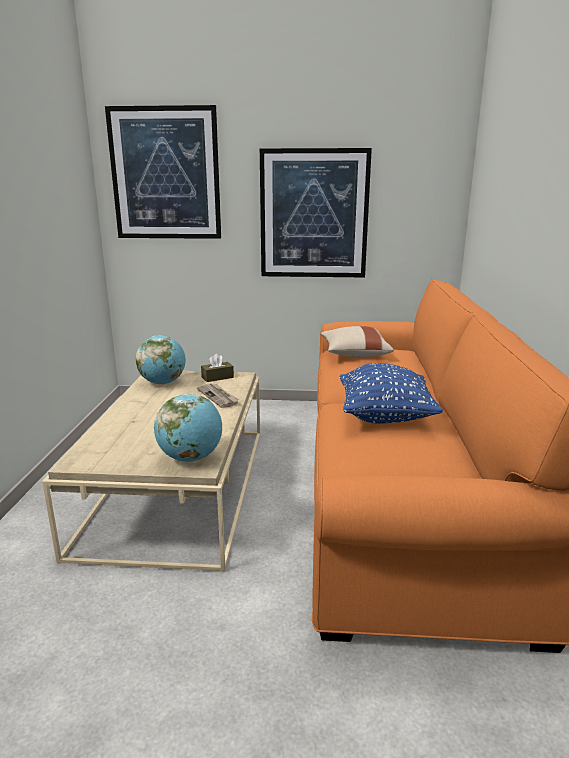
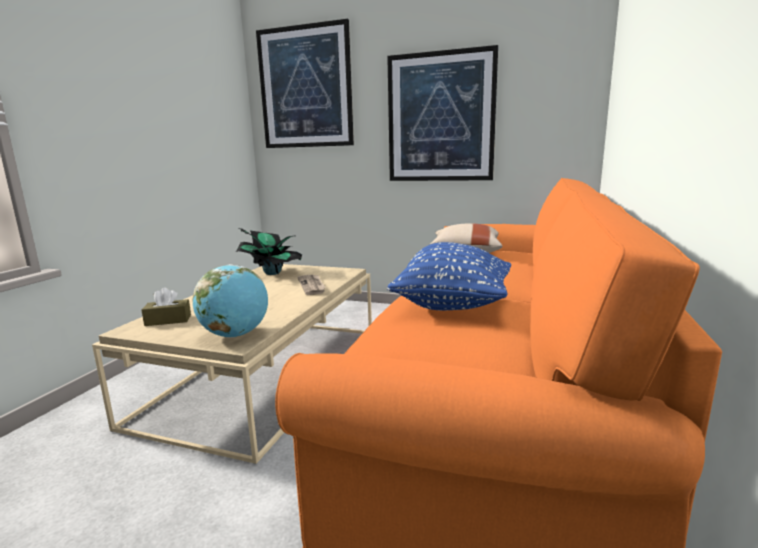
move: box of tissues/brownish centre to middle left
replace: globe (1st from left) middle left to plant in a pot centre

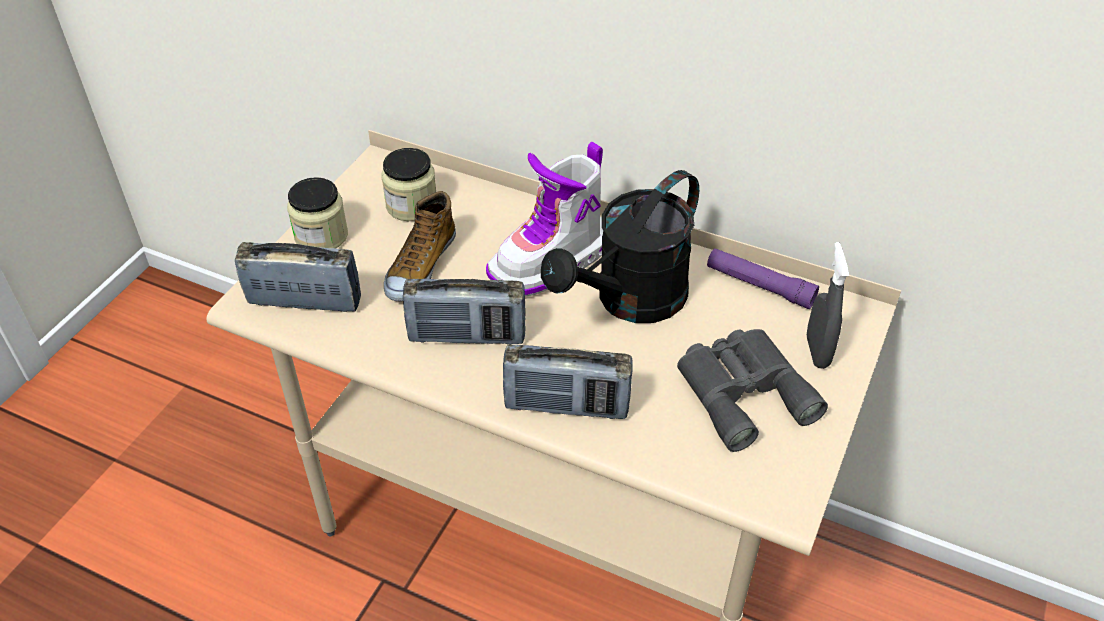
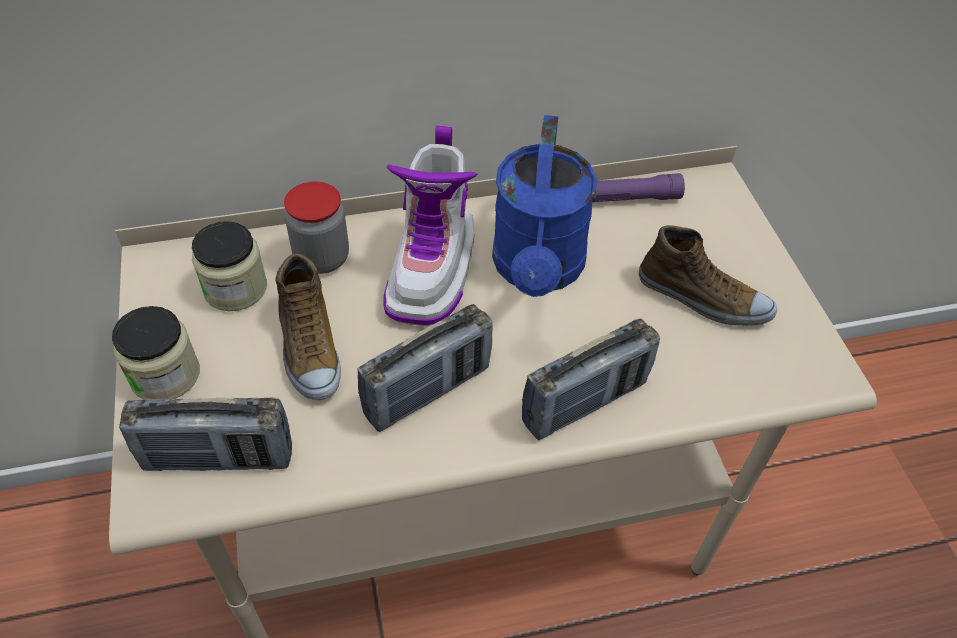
delete: sprayer/greyish middle right
insert: storage jar (3rd from left) middle left
replace: pair of binoculars/greyish middle right to shoe (2nd from left) middle right
recolor: sprinkling can/black centre to sprinkling can/bluish top centre
rotate: radio (1st from left) middle left = bottom left 150 degrees counterclockwise

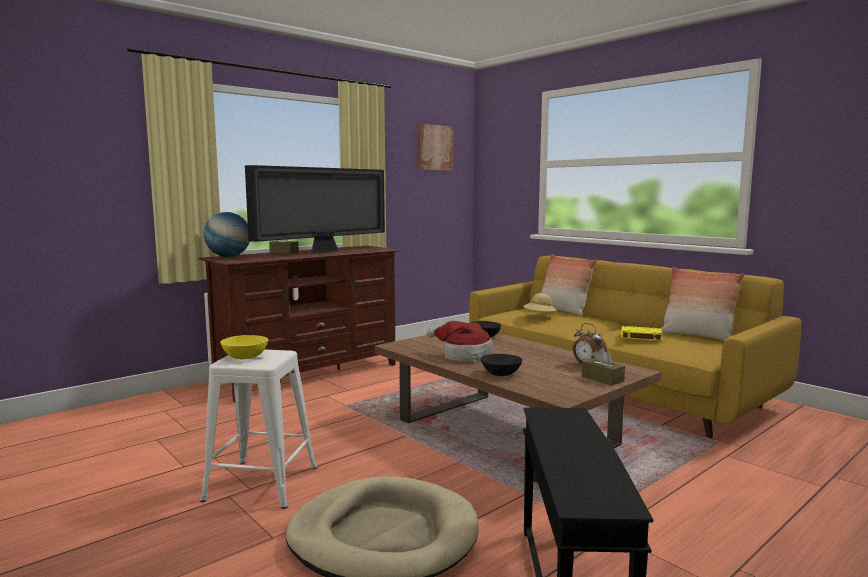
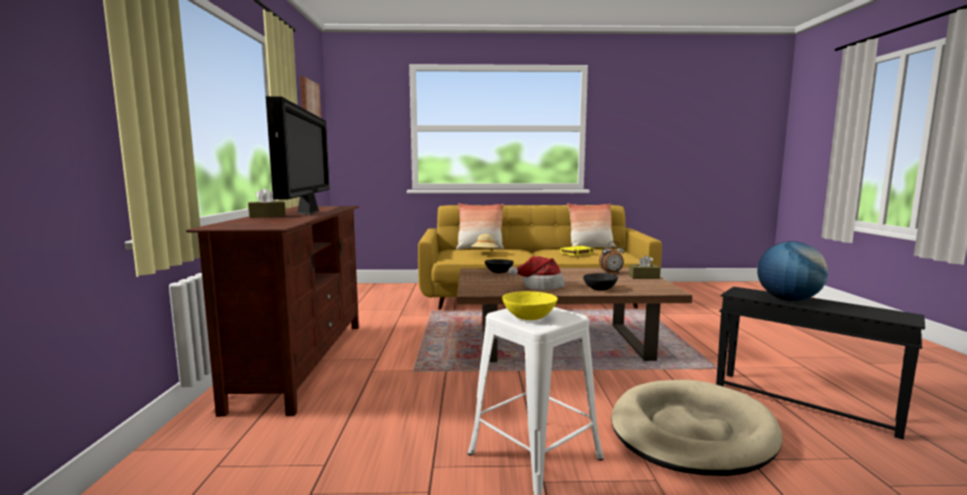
move: globe middle left to middle right

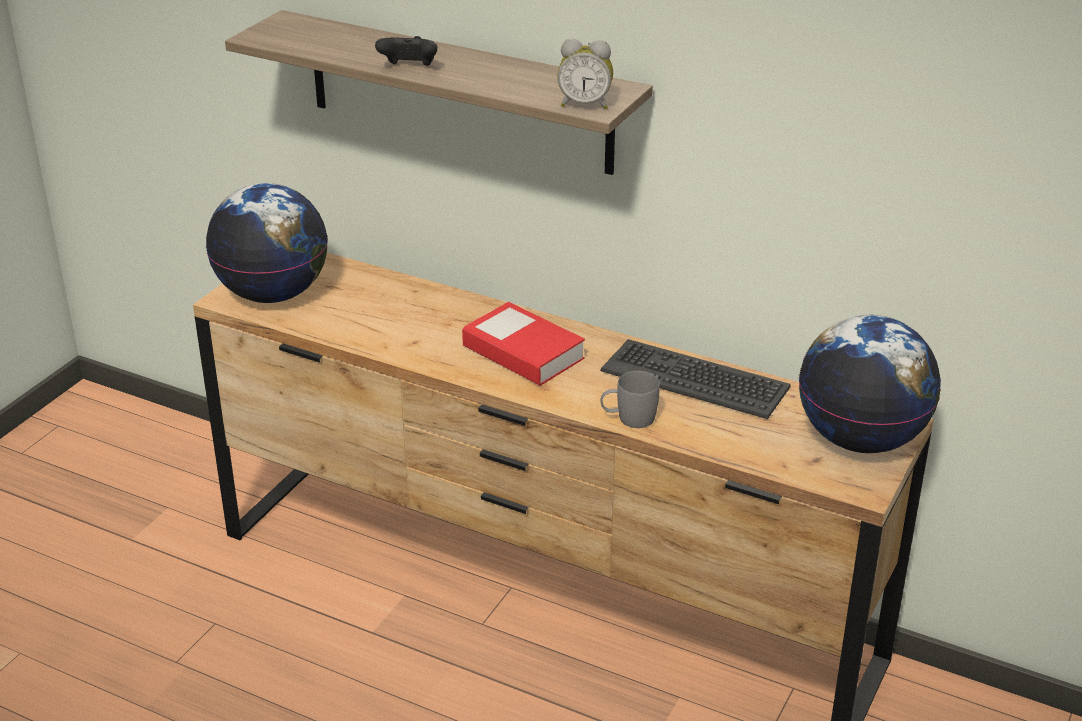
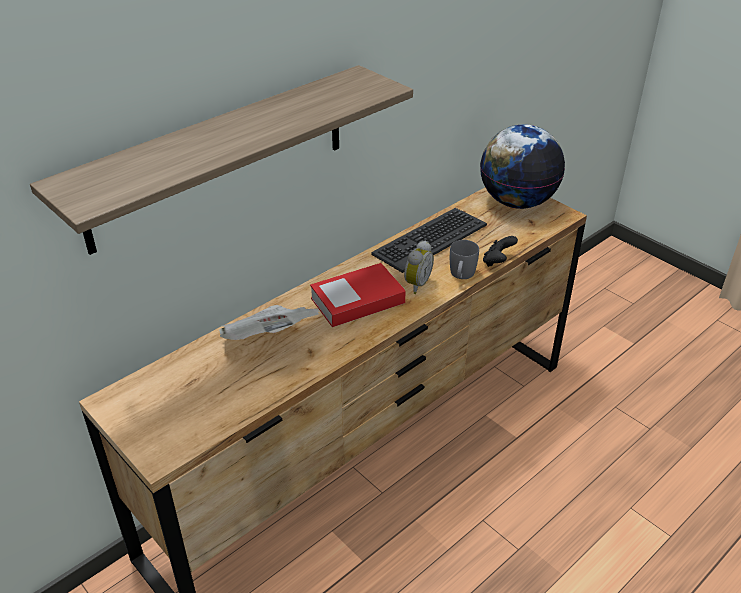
delete: globe (1st from left) middle left
insert: daily paper centre
move: gamepad/black top centre to middle right; alarm clock top centre to centre

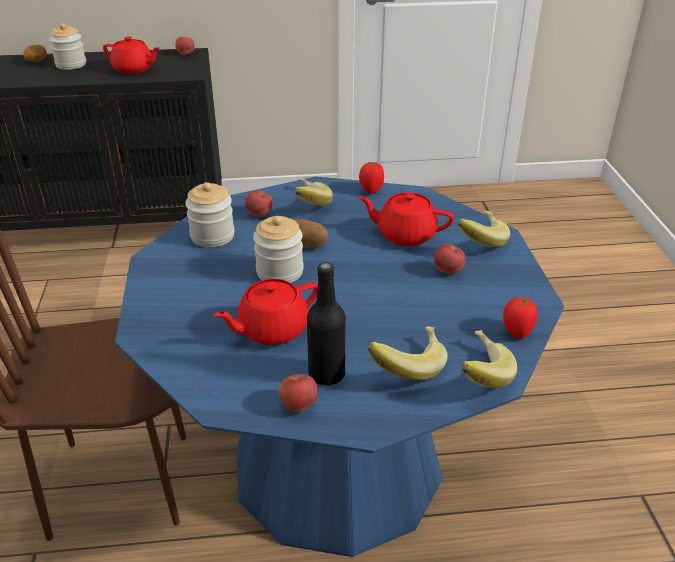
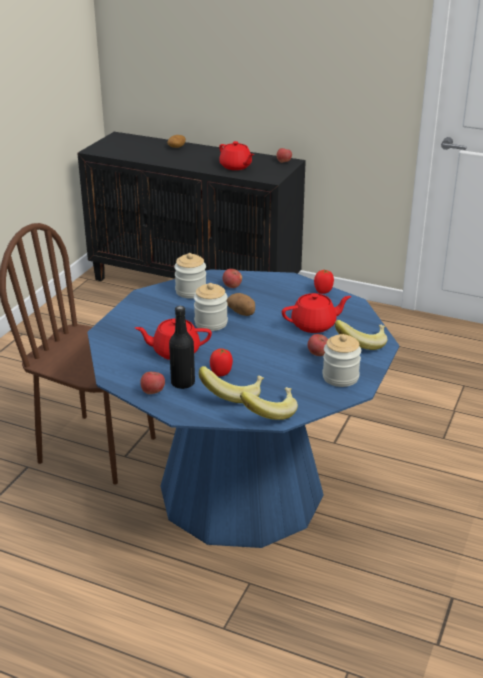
delete: banana fruit (1st from left) centre
move: storage jar (1st from left in the first image) top left to storage jar (3rd from left) middle right; fresh tomato (2nd from left in the first image) middle right to fresh tomato (1st from left) centre
rotate: teapot/reddish (3rd from left) centre = centre 120 degrees clockwise

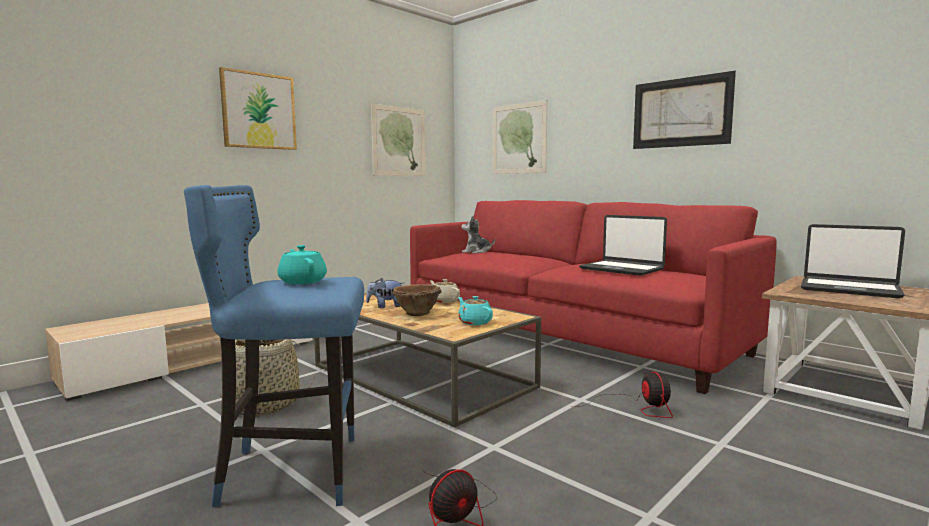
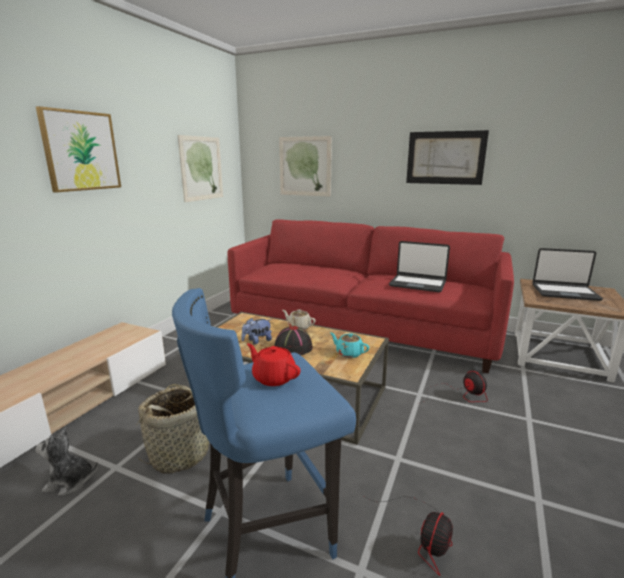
move: cuddly toy (2nd from left in the first image) centre to cuddly toy (1st from left) bottom left
replace: deep dish/brownish centre to hat/black centre
recolor: teapot/turquoise (1st from left) middle left to teapot/reddish centre

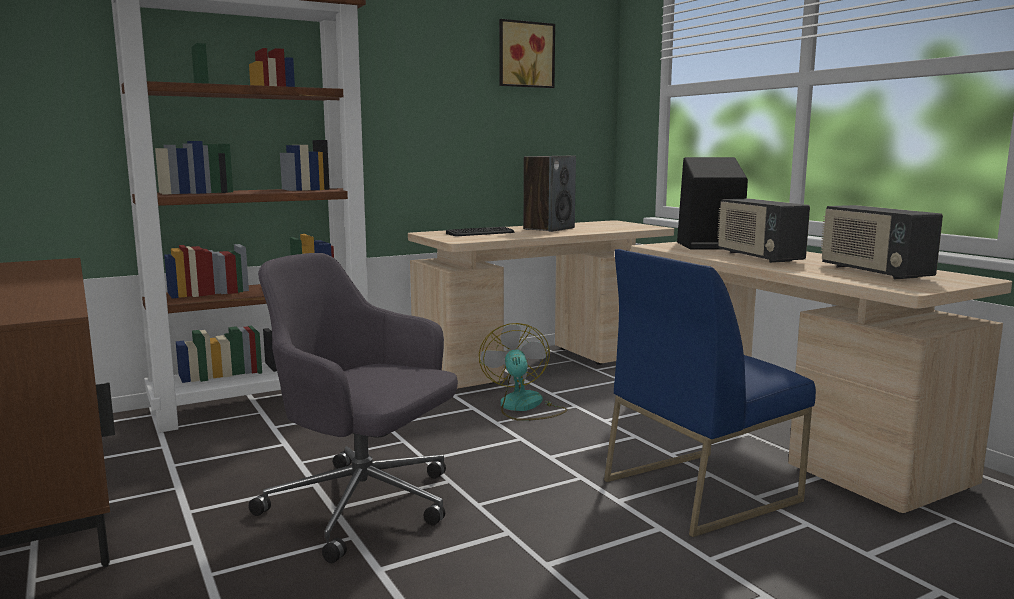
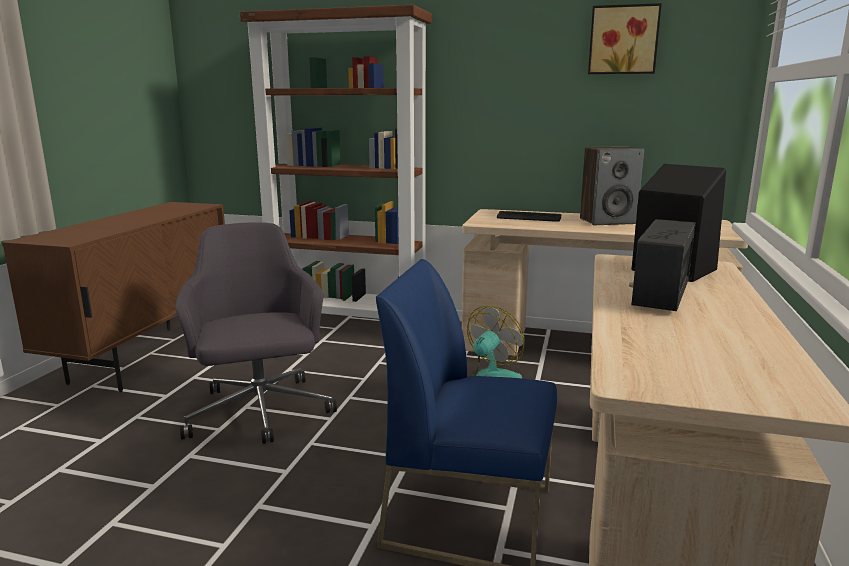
delete: radio (2nd from left) middle right

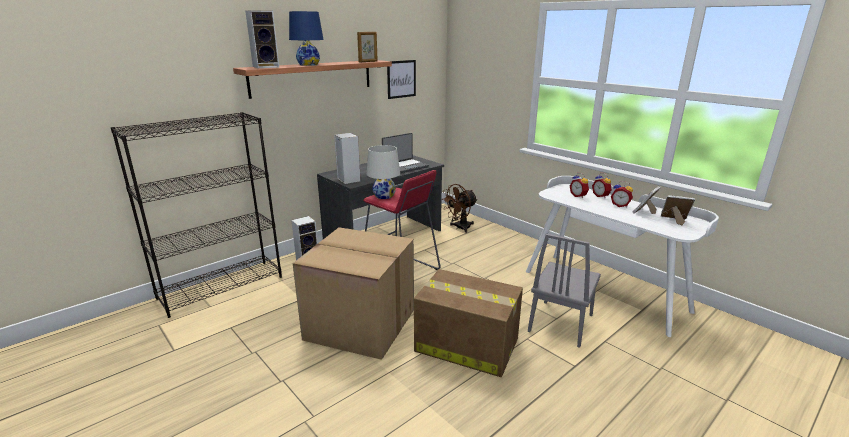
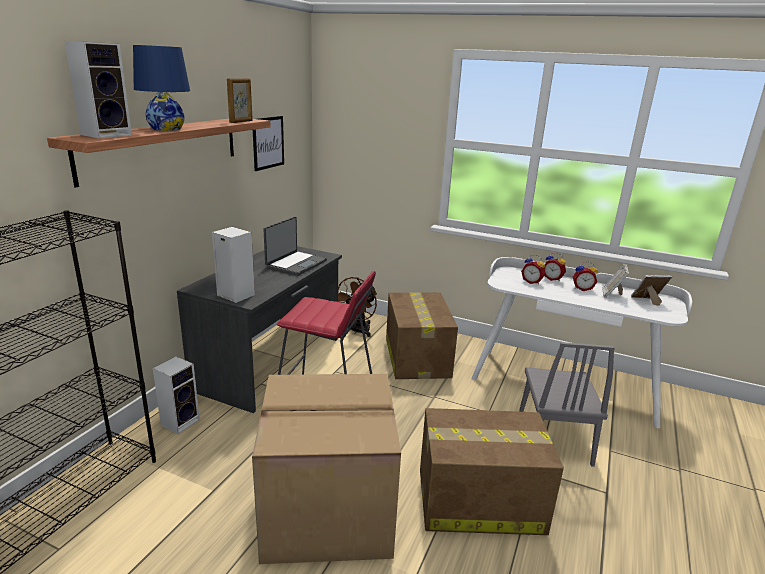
delete: lamp for a table/whitish centre
insert: cardboard box (2nd from left) centre

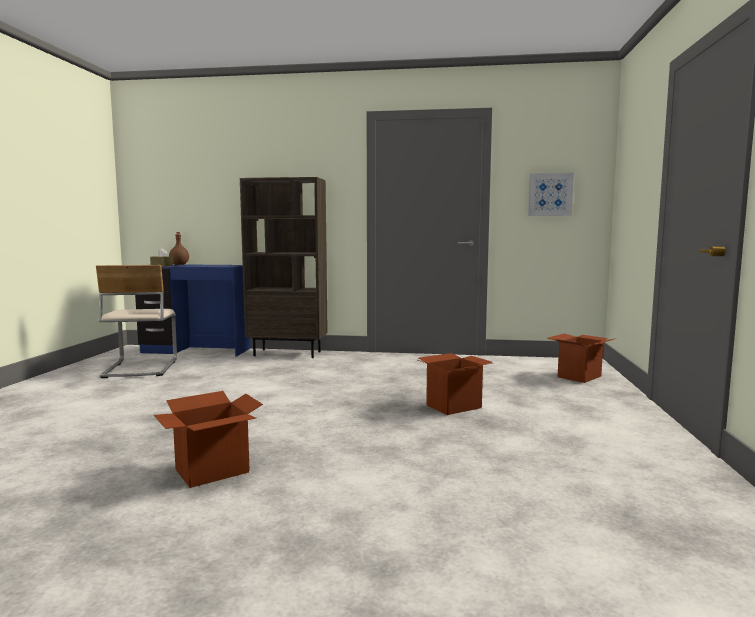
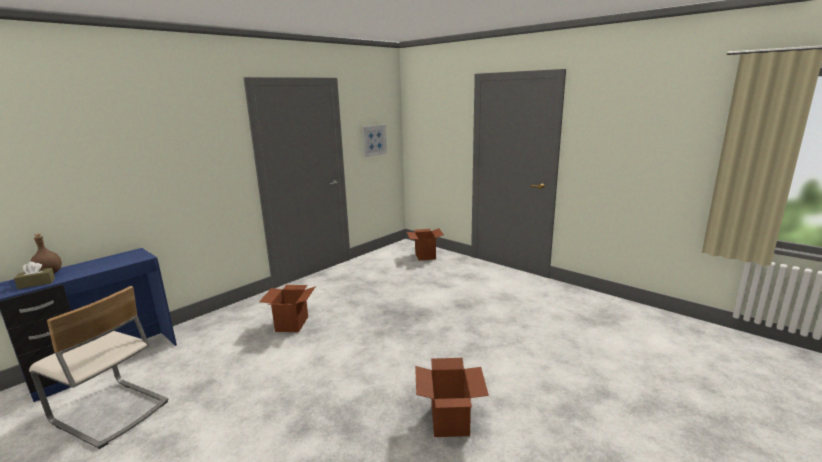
delete: shelving unit/brownish centre
move: cardboard box (2nd from left in the first image) centre to cardboard box (1st from left) bottom centre

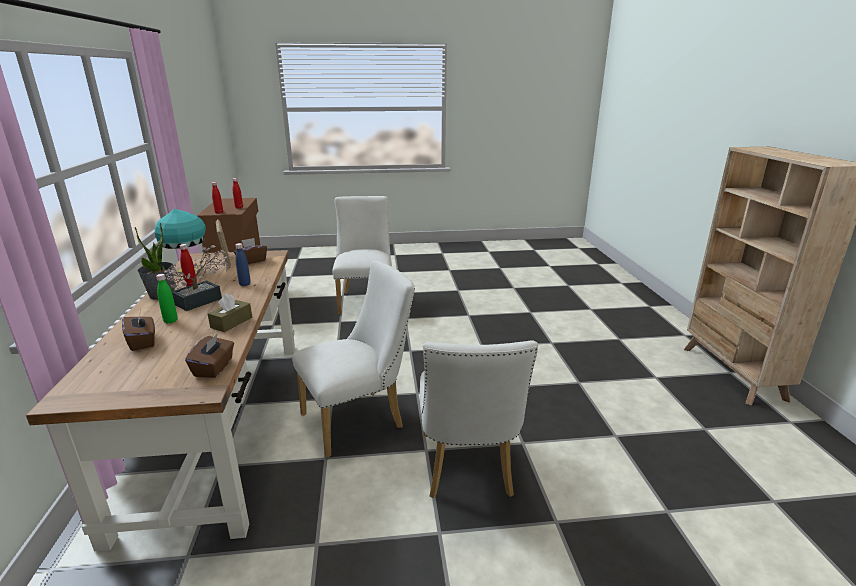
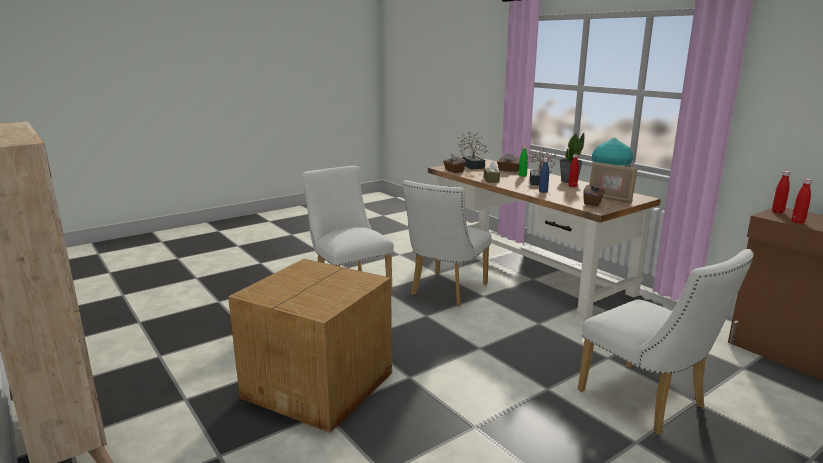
insert: cardboard box bottom centre; plant in a pot (1st from left) top centre

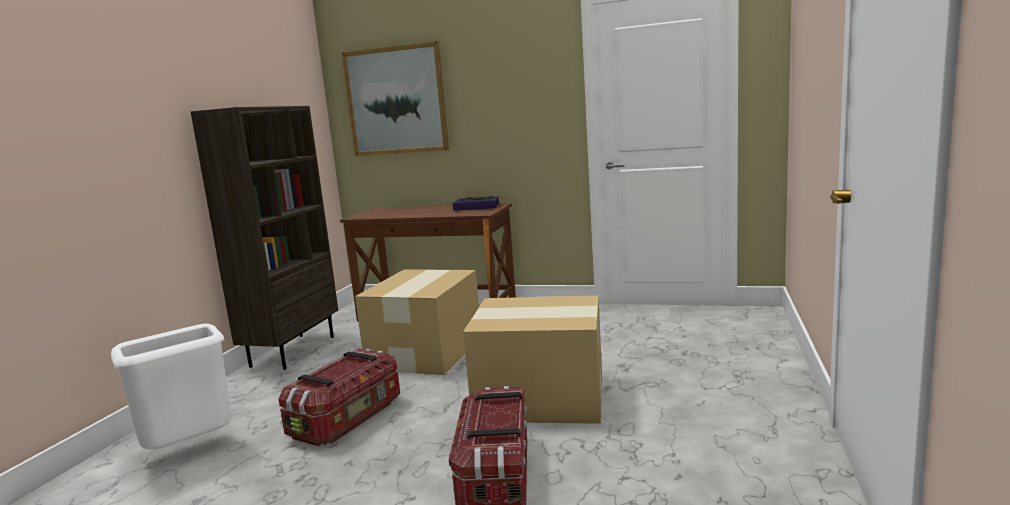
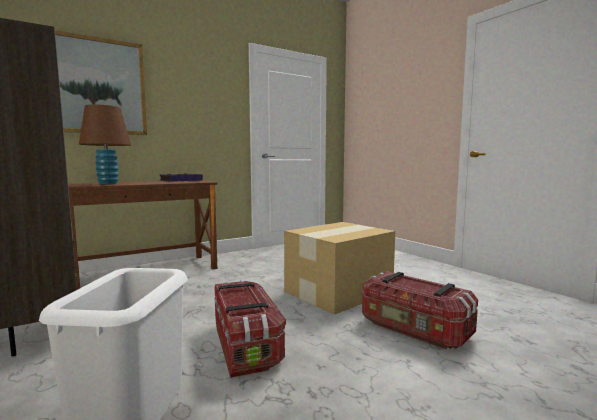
delete: cardboard box (1st from left) centre
insert: lamp for a table/brownish middle left

